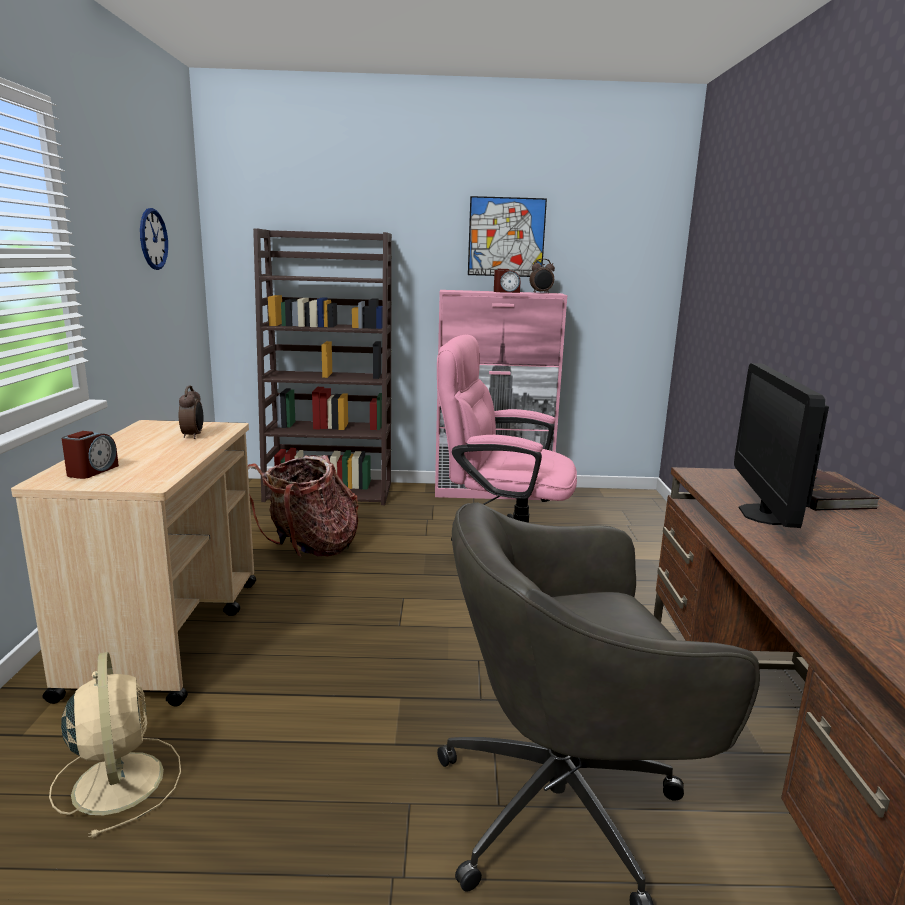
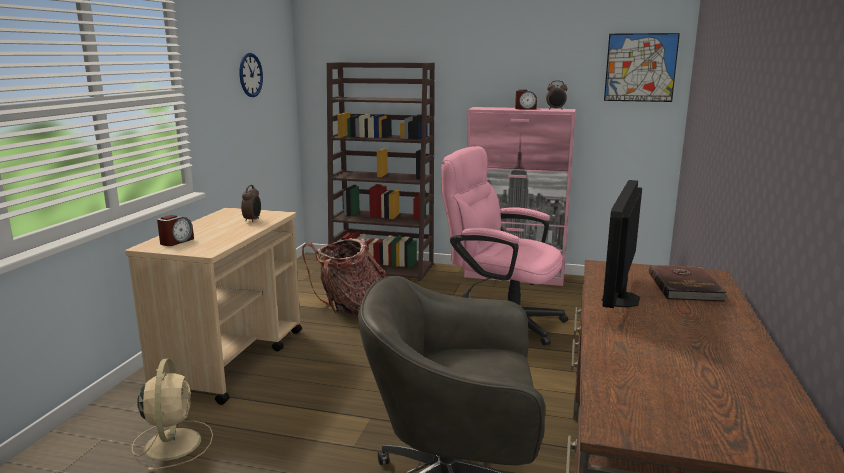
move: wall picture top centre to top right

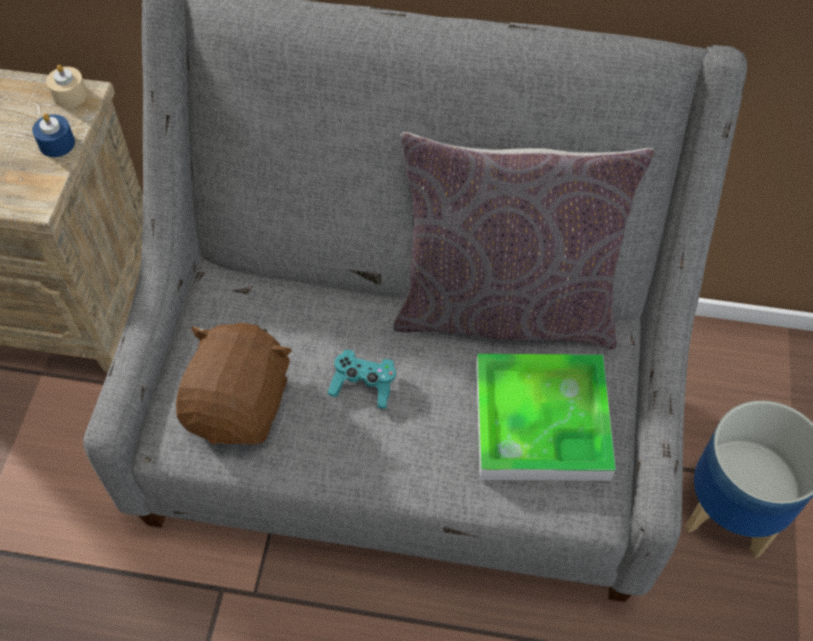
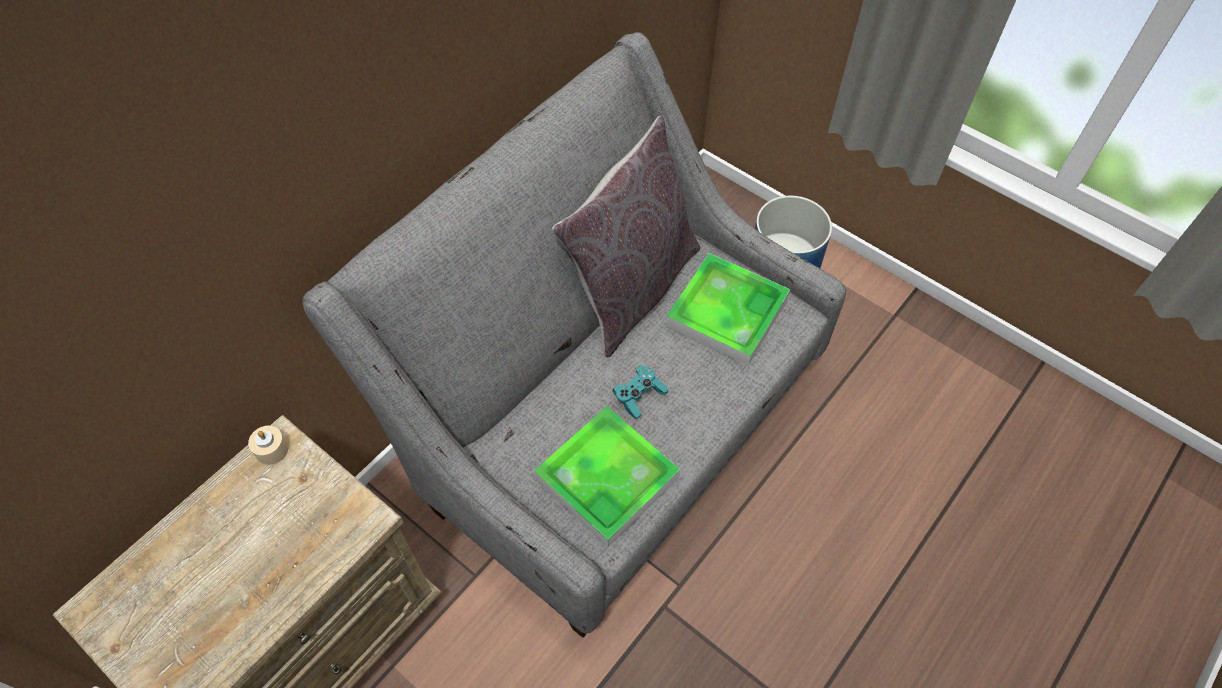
delete: candle/bluish top left
replace: cuddly toy/brownish middle left to carrying tray (1st from left) bottom centre

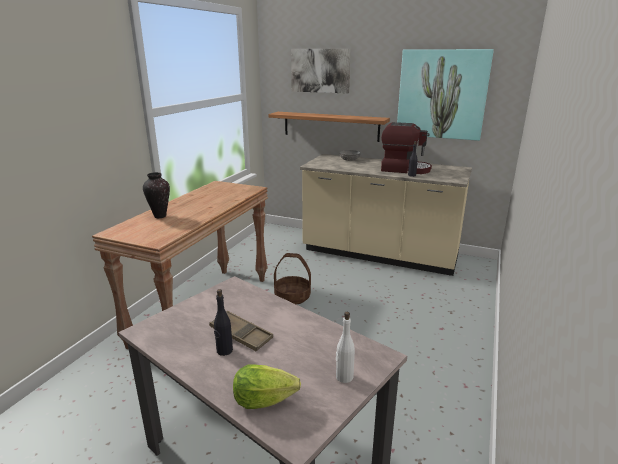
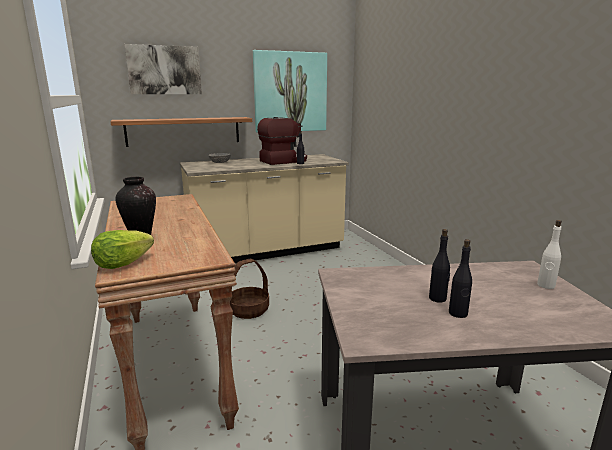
move: lettuce head bottom centre to middle left
replace: carrying tray/brownish bottom centre to drink bottle/black (2nd from left) middle right

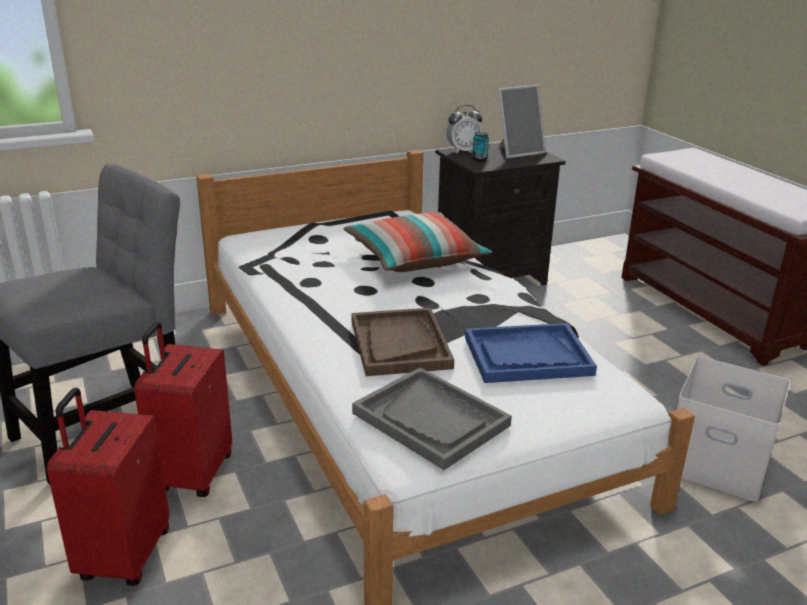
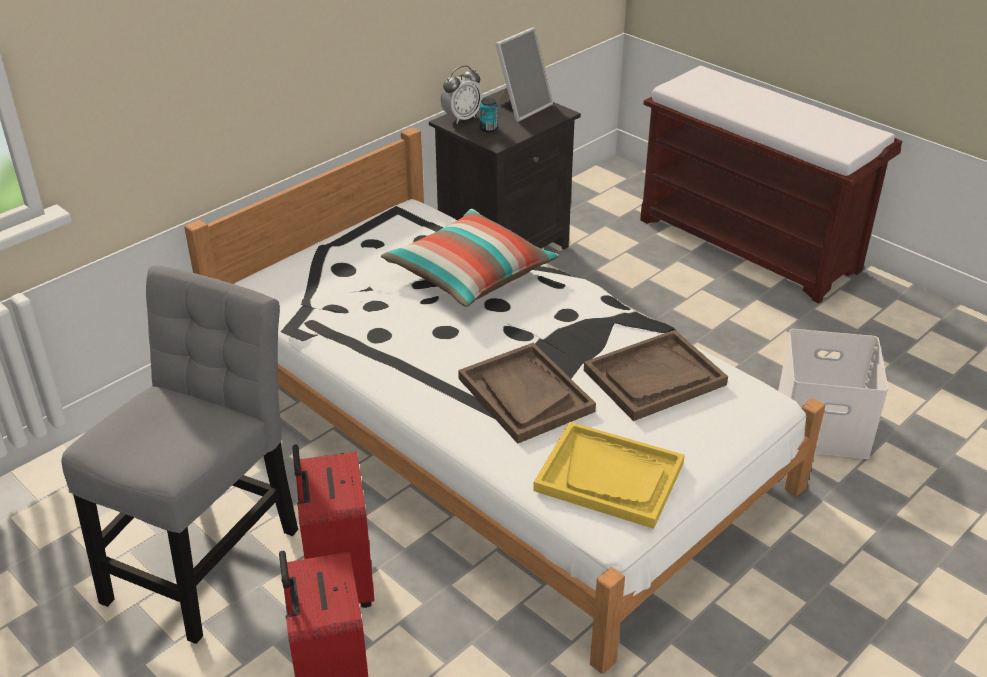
recolor: carrying tray/greyish bottom centre to carrying tray/yellow bottom centre; carrying tray/bluish centre to carrying tray/brownish (2nd from left) centre

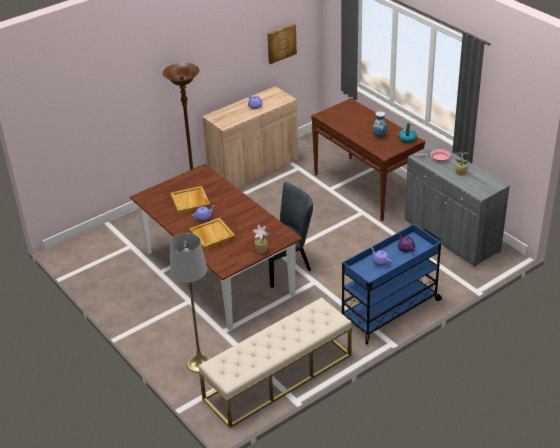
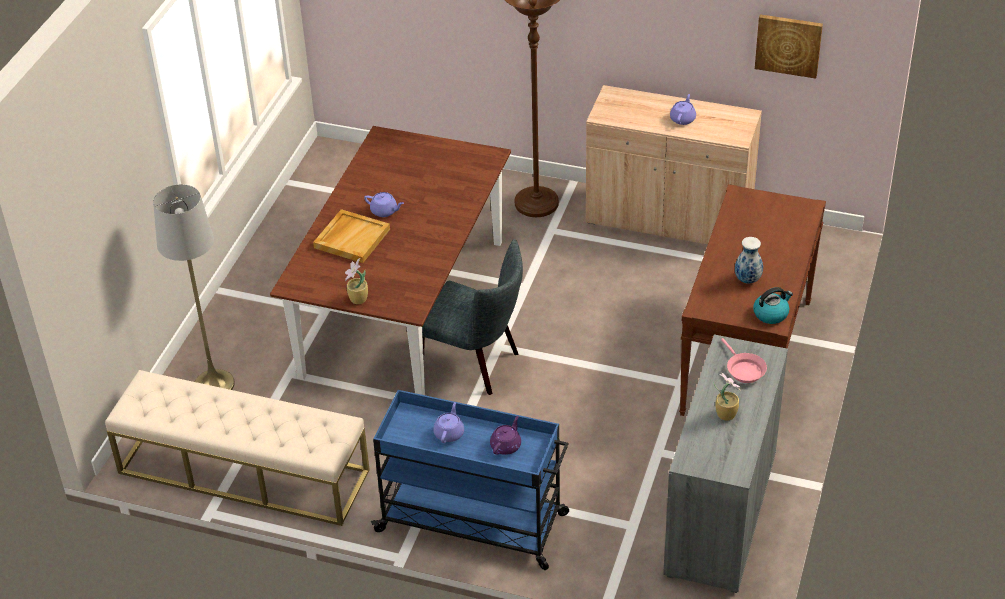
delete: carrying tray/beige-coloured (1st from left) centre

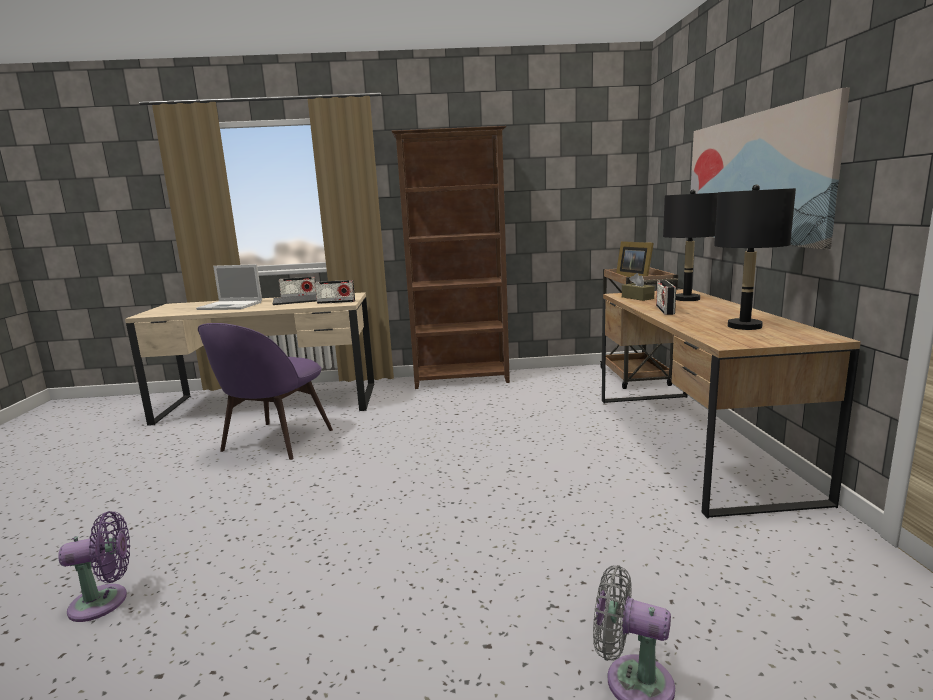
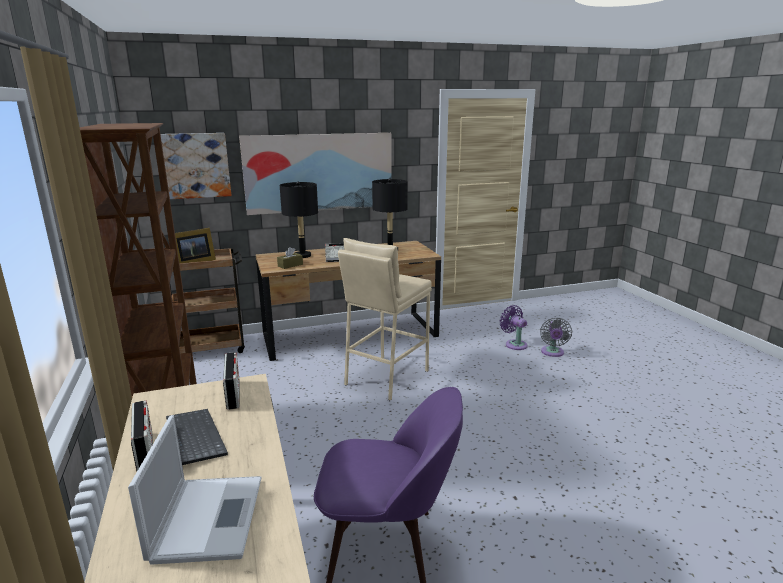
insert: wall picture (1st from left) top left; sitting stool/beige-coloured centre
move: cooling fan/purple-coloured bottom left to centre

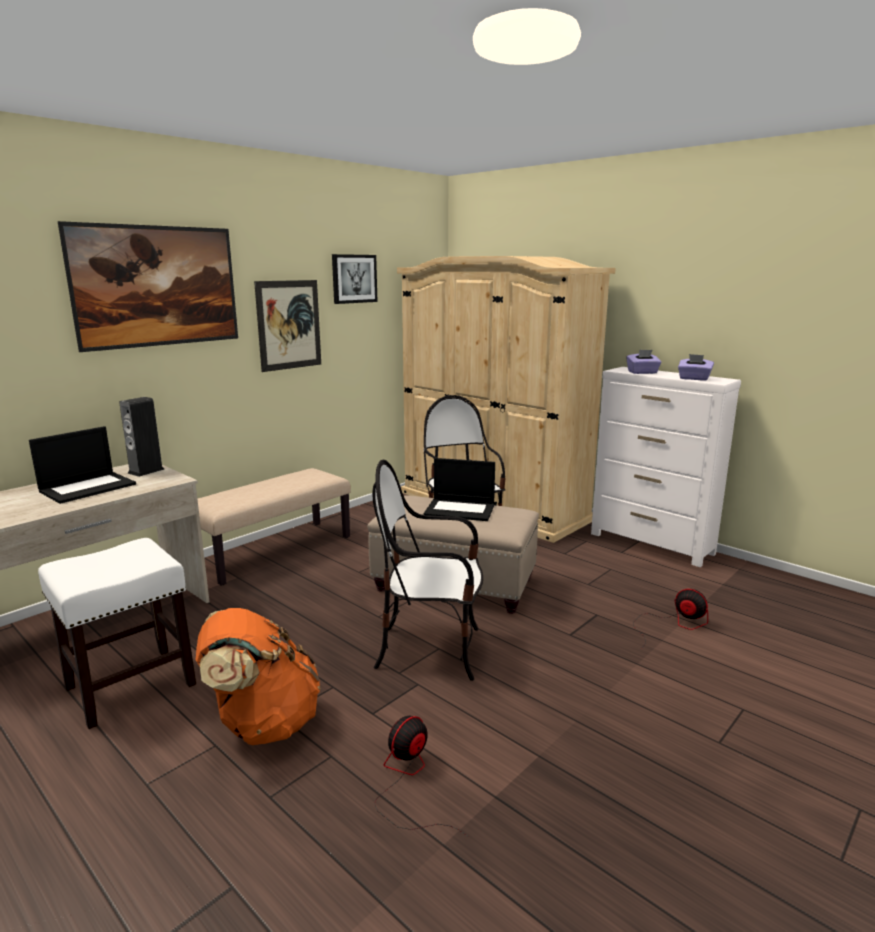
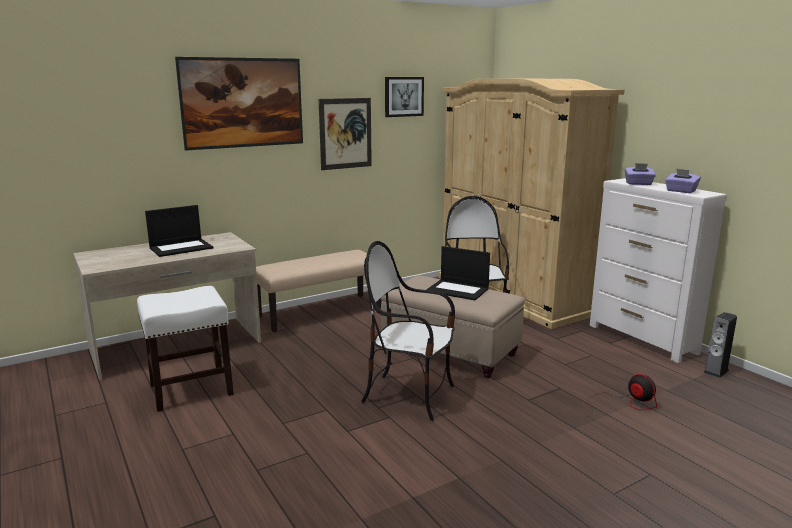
delete: rucksack/orangey bottom left; cooling fan (1st from left) bottom centre
move: loudspeaker middle left to middle right

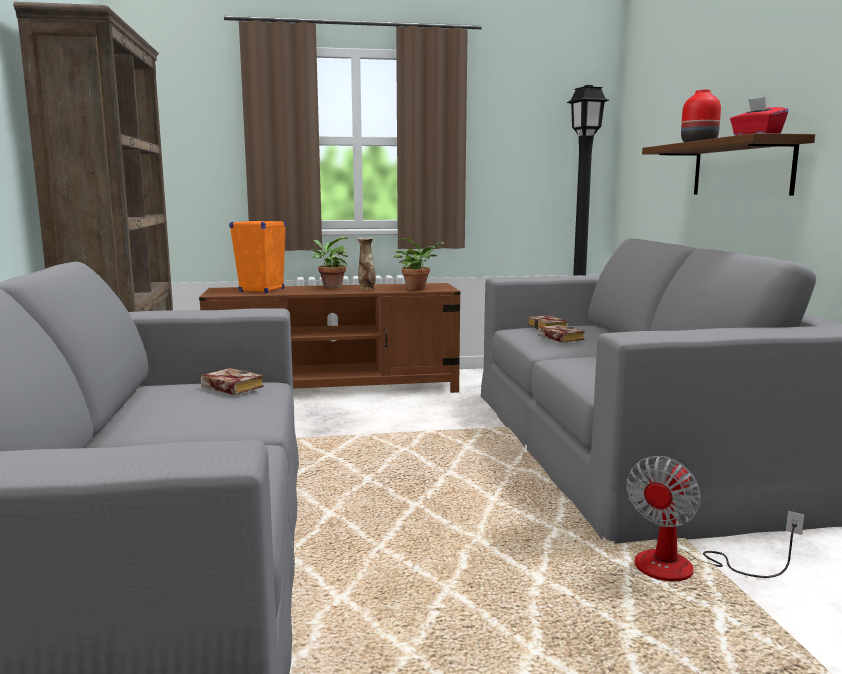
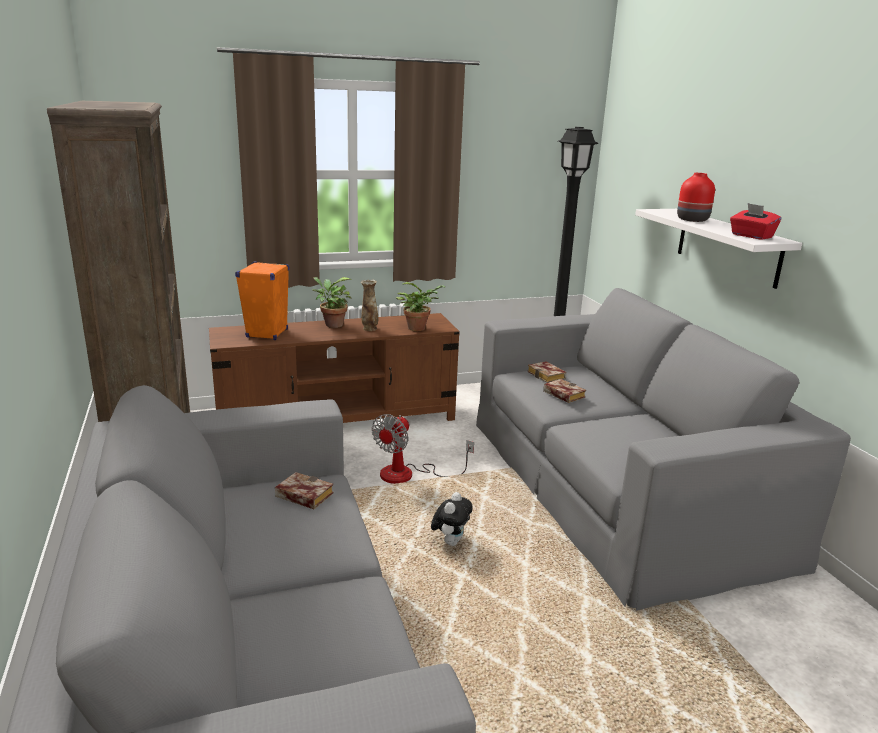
insert: cuddly toy bottom centre
move: cooling fan bottom right to centre
recolor: bracket shelf/brownish top right to bracket shelf/whitish middle right

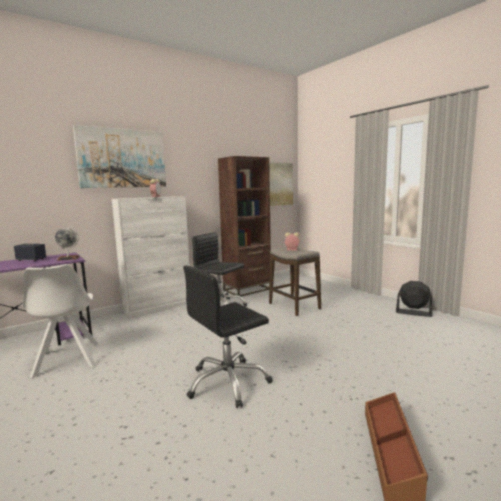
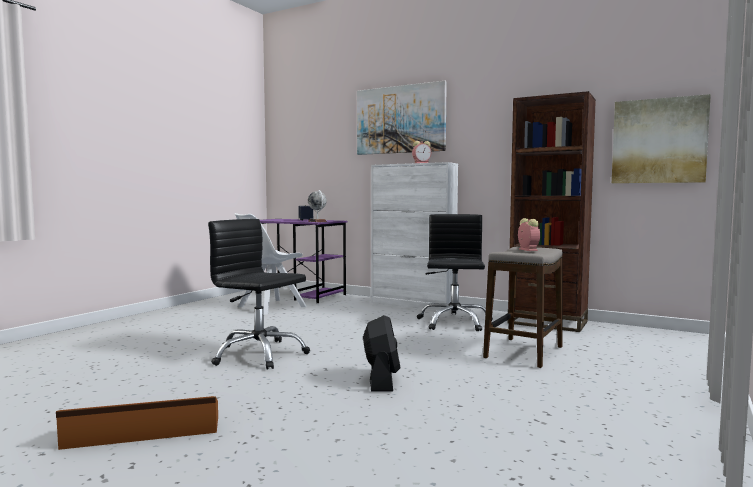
move: cooling fan/black middle right to bottom centre

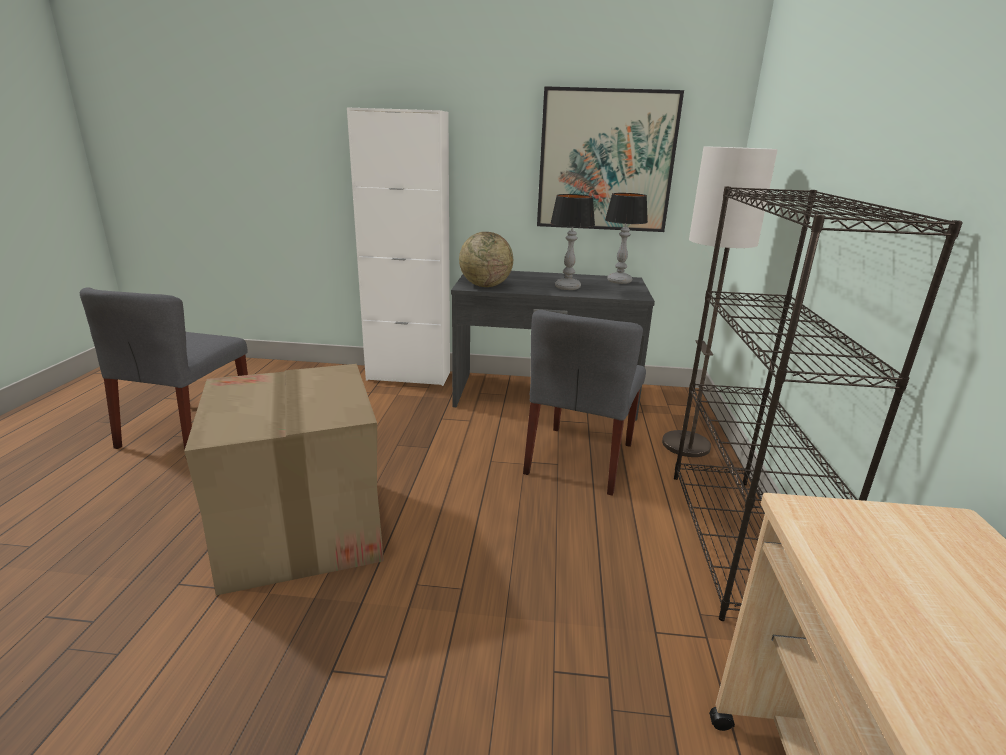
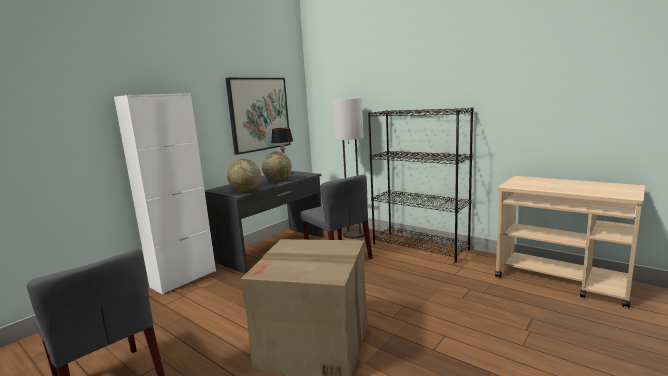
replace: lamp for a table (1st from left) top centre to globe (2nd from left) centre

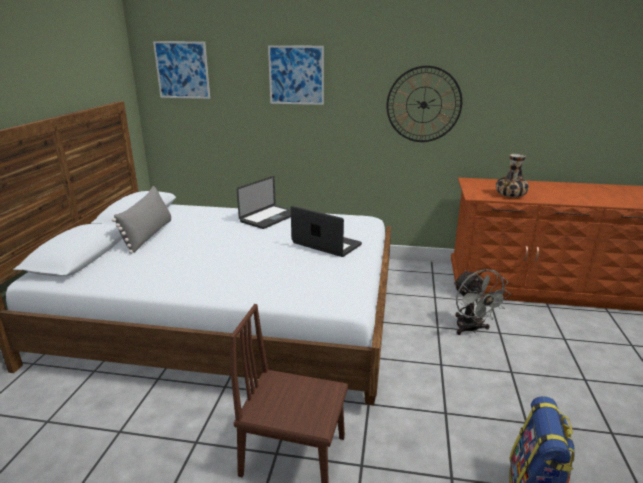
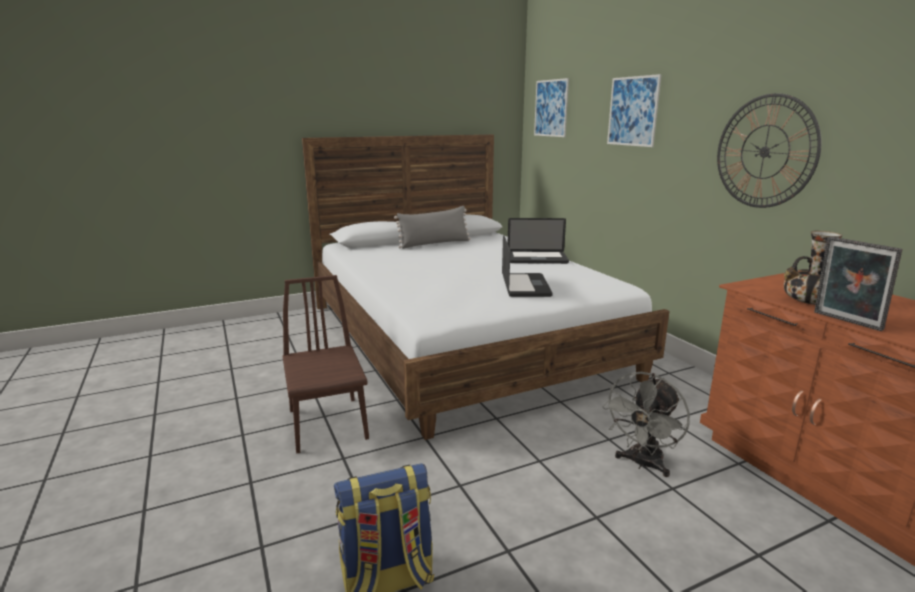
insert: photo frame middle right

